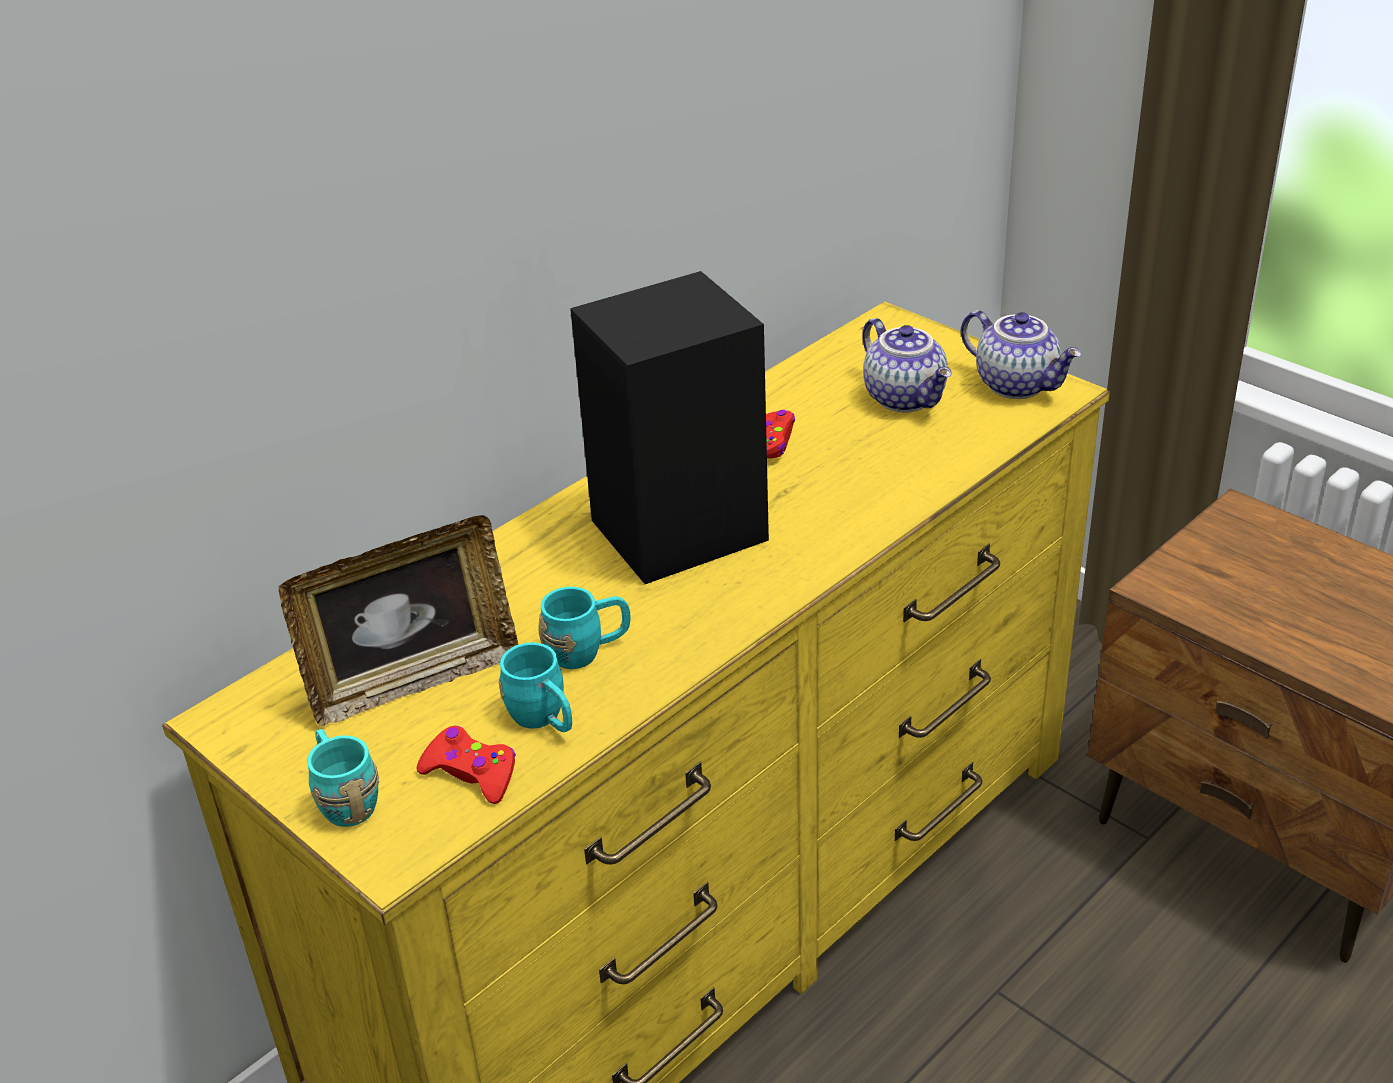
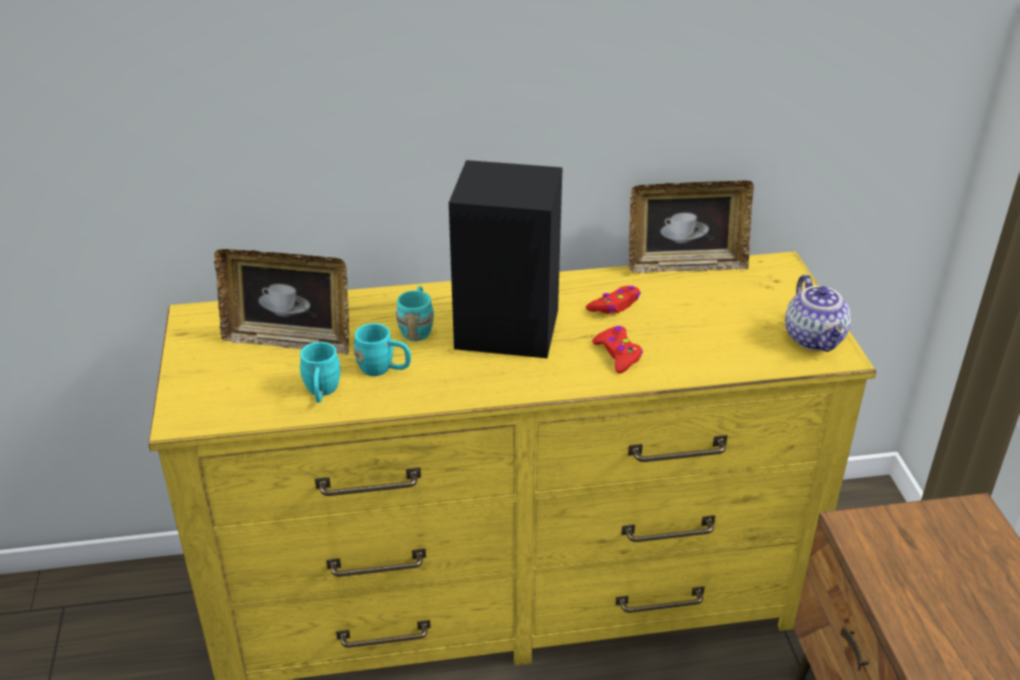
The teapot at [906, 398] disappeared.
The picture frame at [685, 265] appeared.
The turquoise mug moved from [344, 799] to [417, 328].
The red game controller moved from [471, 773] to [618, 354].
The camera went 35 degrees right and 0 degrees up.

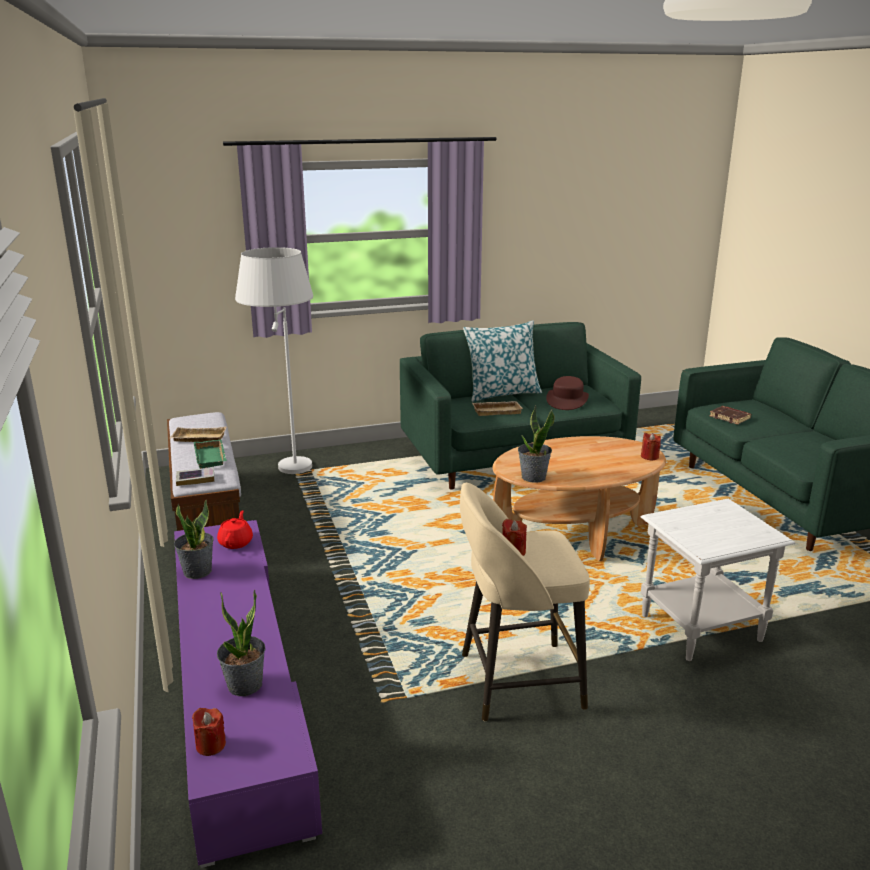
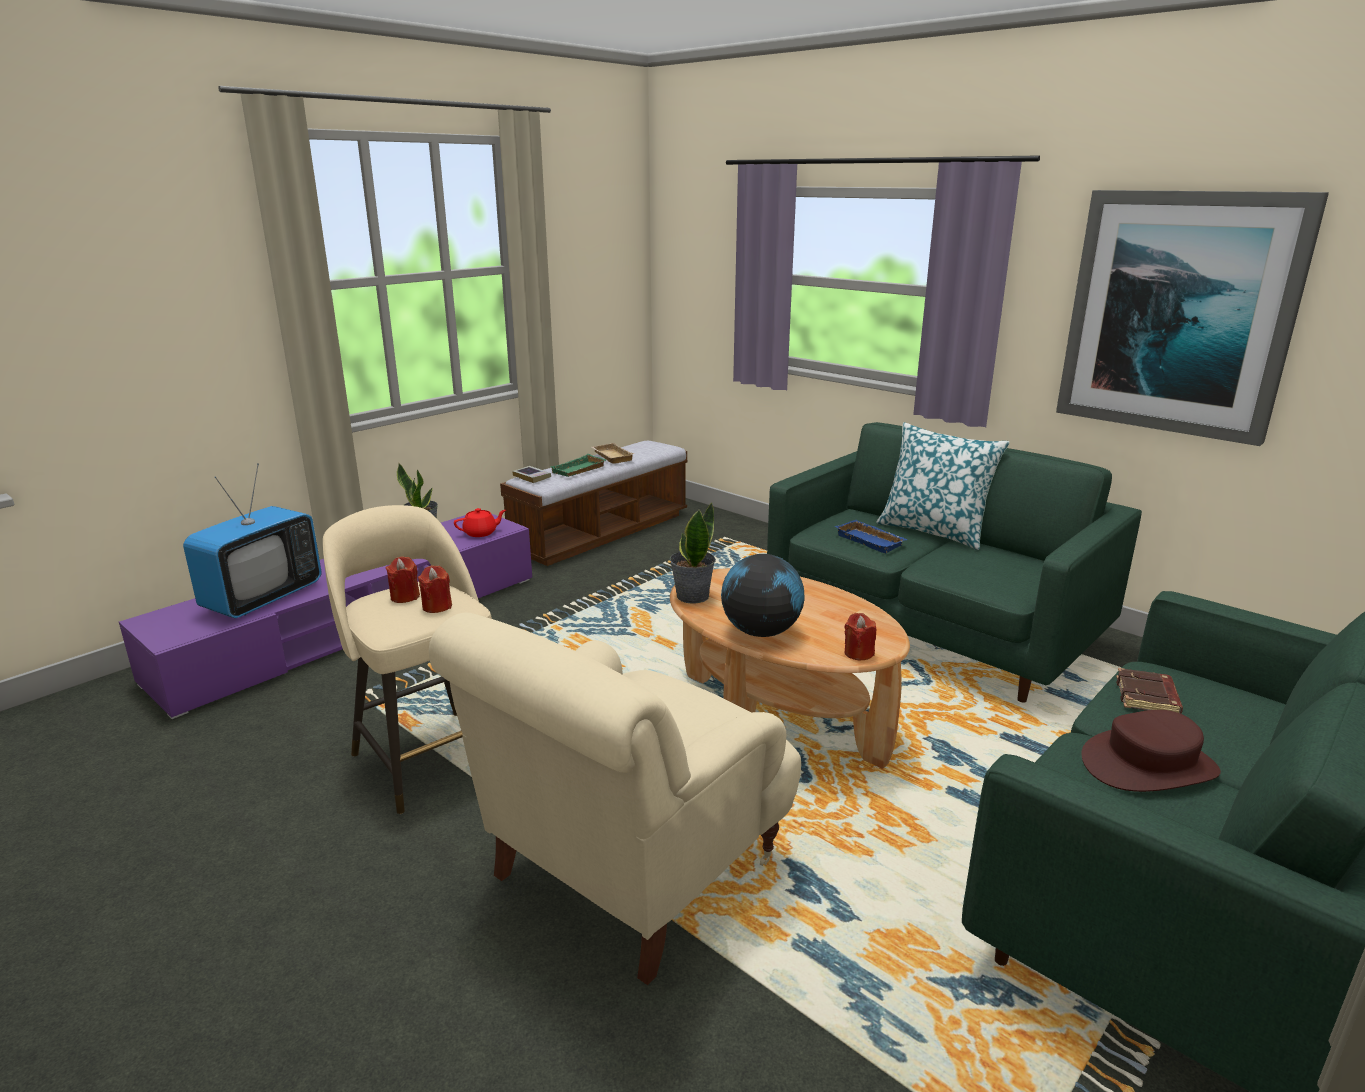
The white floor lamp at [288, 474] disappeared.
The globe at [761, 632] appeared.
The picture at [1179, 313] appeared.
The red candle moved from [210, 745] to [437, 606].
The brown hat moved from [567, 400] to [1149, 765].
The potted plant at [245, 685] was replaced by the television at [263, 598].
The white side table at [700, 628] was replaced by the beige armchair at [630, 872].
The beige tray at [497, 411] became the blue tray at [871, 541].
The camera went 60 degrees right and 0 degrees up.

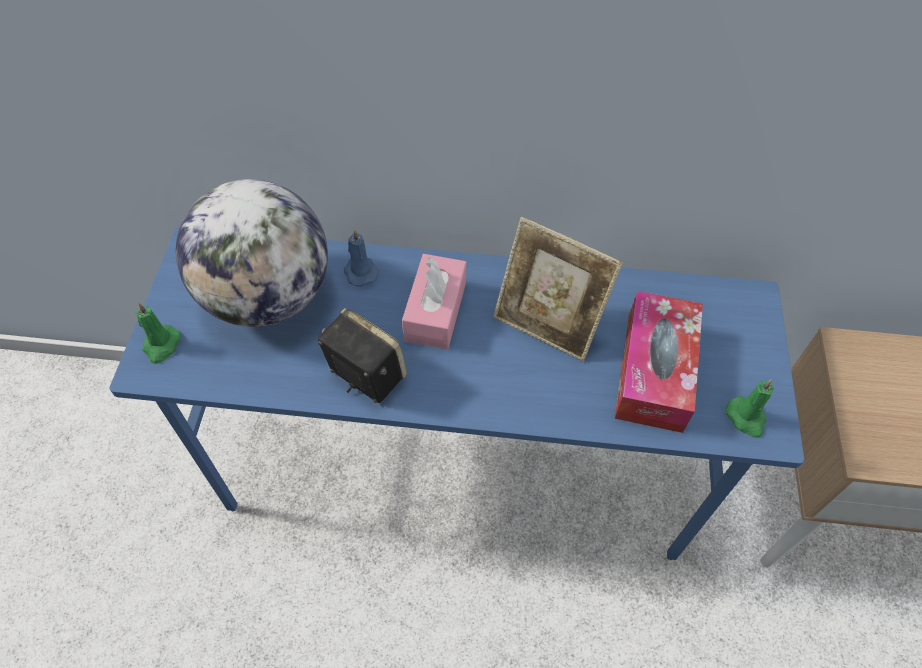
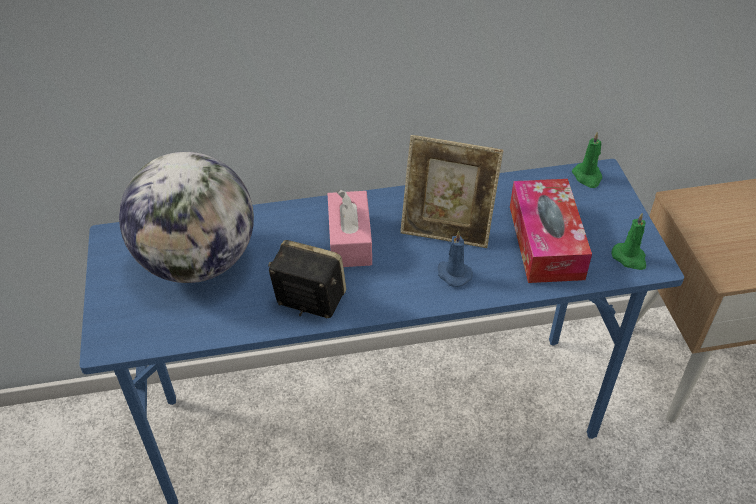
The green candle moved from [161, 345] to [587, 177].
The blue candle moved from [360, 271] to [453, 274].
The camera went 15 degrees left and 10 degrees down.

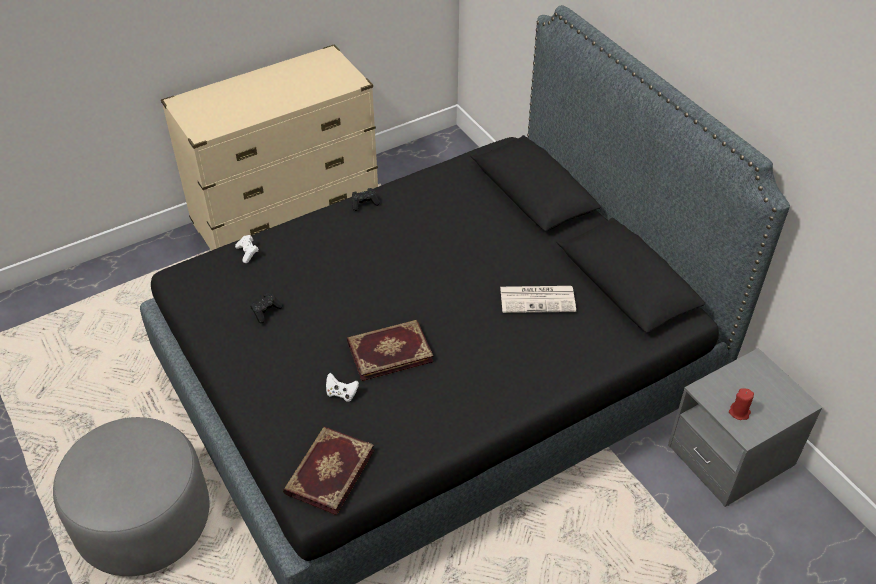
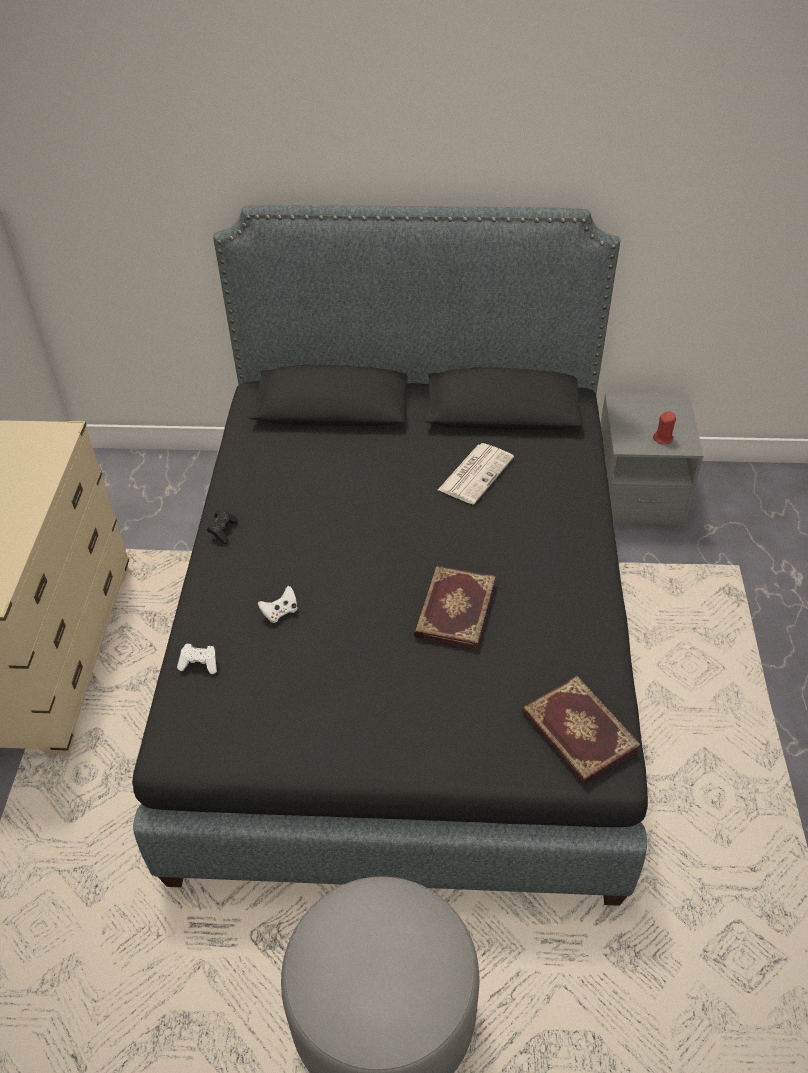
The black game controller at [266, 311] disappeared.
The white game controller moved from [341, 393] to [280, 612].
The camera went 55 degrees left and 0 degrees up.

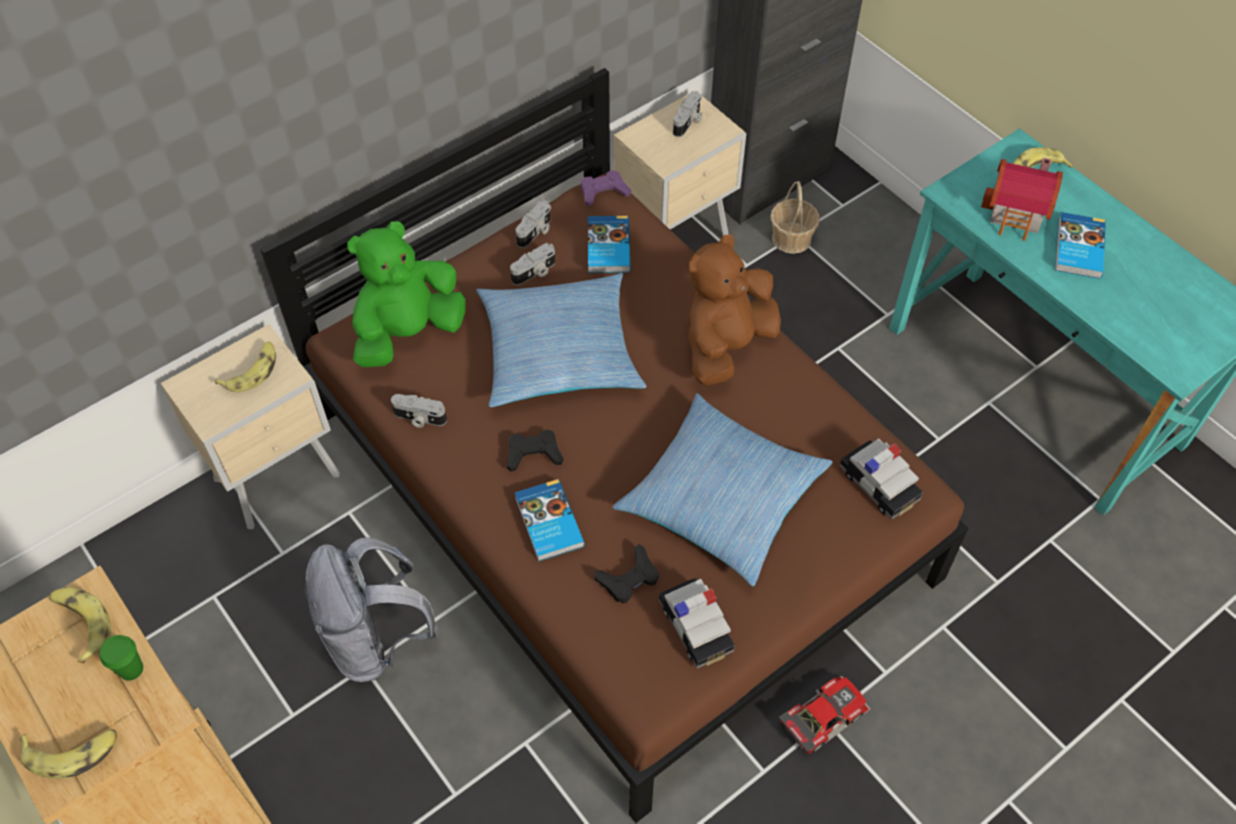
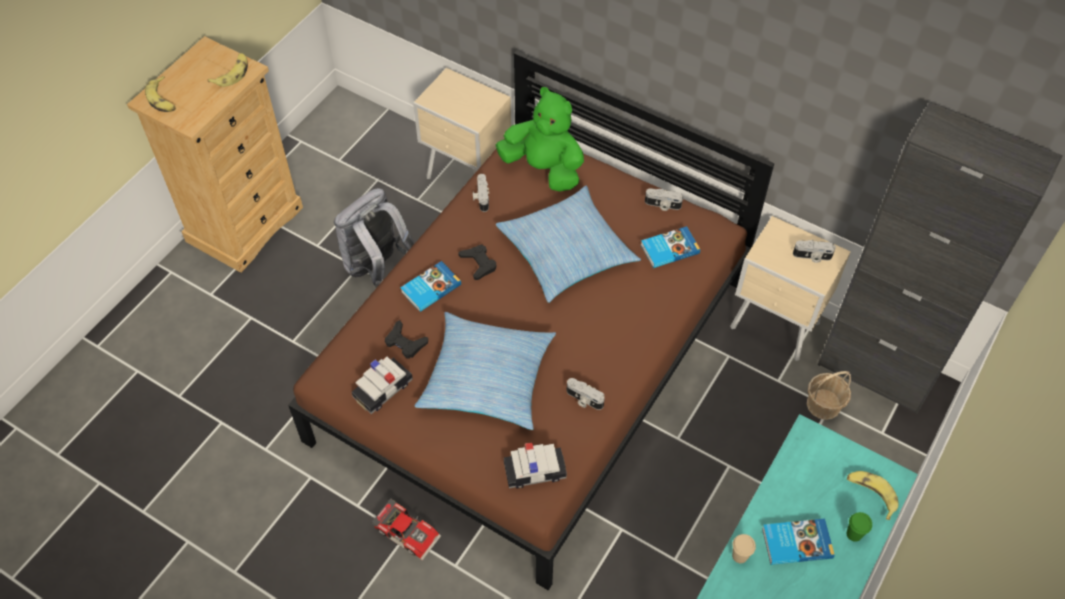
The banana at [252, 371] disappeared.
The purple game controller at [603, 192] disappeared.
The brown plush toy at [726, 346] disappeared.
The toy house at [1018, 214] disappeared.
The beige cup at [739, 556] appeared.
The green cup moved from [131, 669] to [854, 534].
The photo camera moved from [535, 273] to [583, 399].
The toy car at [879, 485] turned 135 degrees counterclockwise.
The camera went 70 degrees right and 0 degrees up.

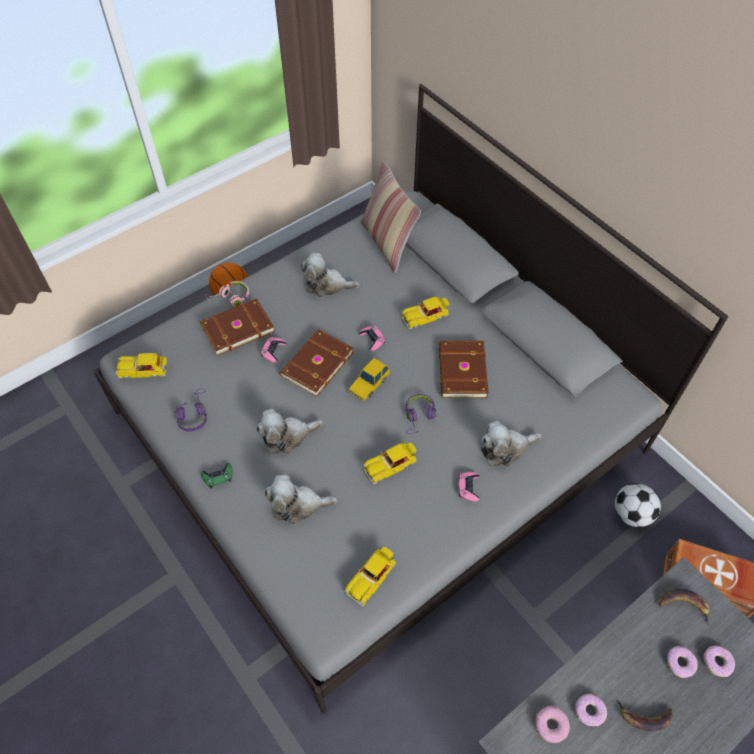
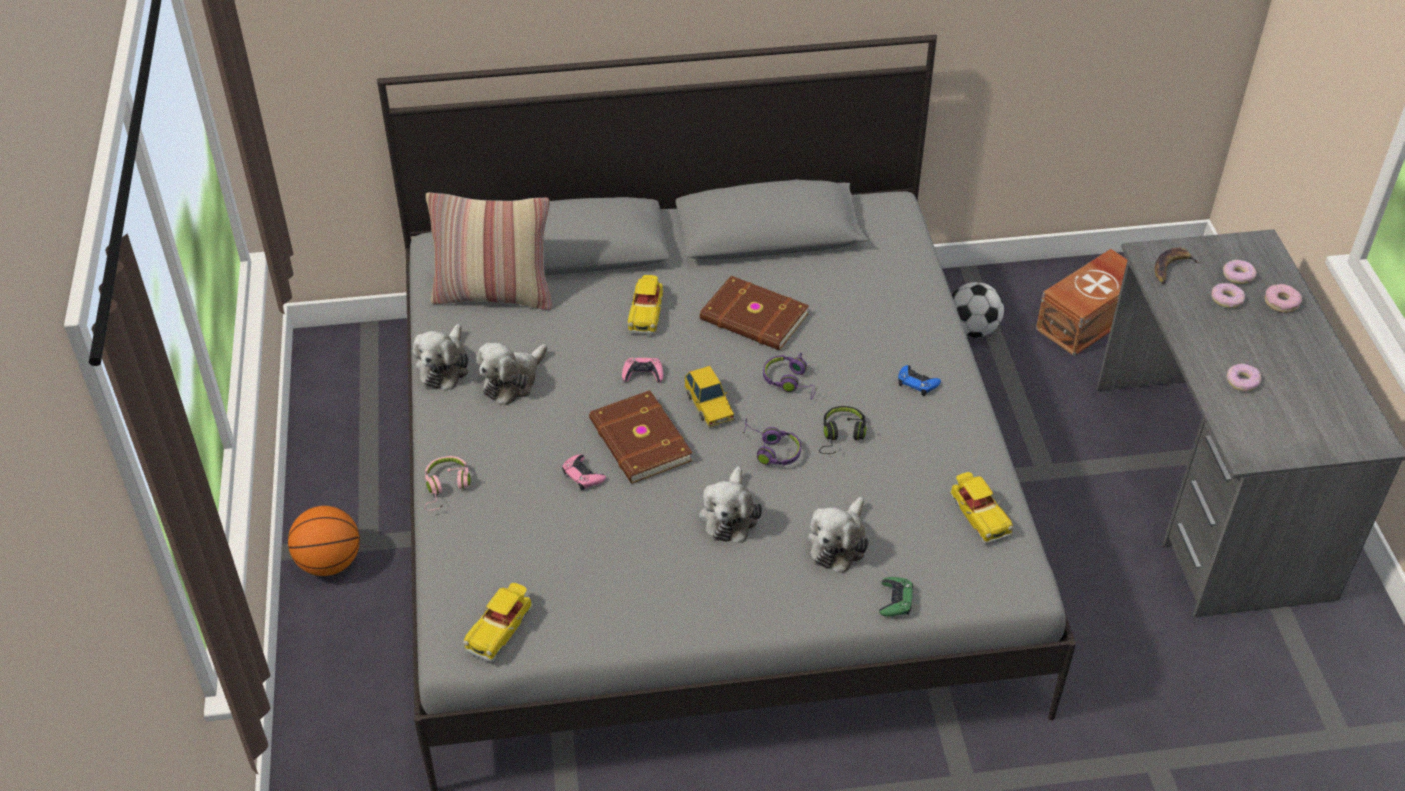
The brown book at [236, 328] disappeared.
The banana at [644, 717] disappeared.
The purple headphones moved from [194, 414] to [770, 450].
The green game controller moved from [218, 477] to [895, 600].
The plush toy moved from [505, 449] to [444, 366].
The donut moved from [551, 725] to [1281, 302].
The toy car at [390, 465] was replaced by the black headphones at [841, 436].
The pink game controller at [468, 488] became the blue game controller at [917, 383].
The camera went 60 degrees left and 10 degrees down.

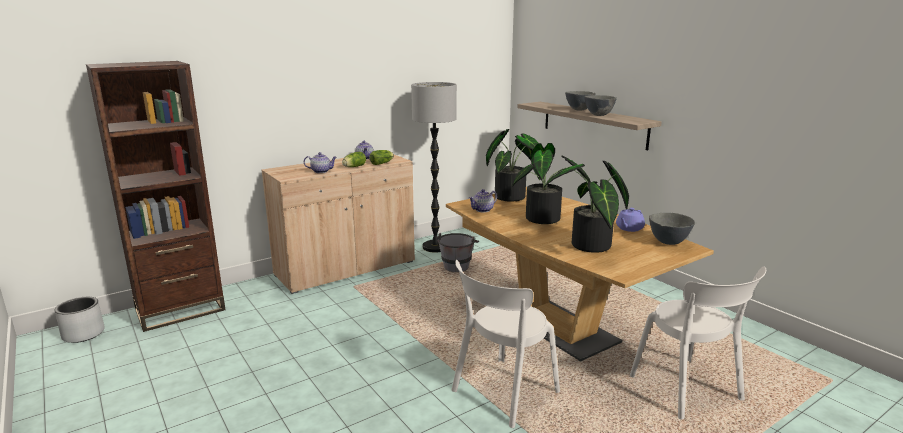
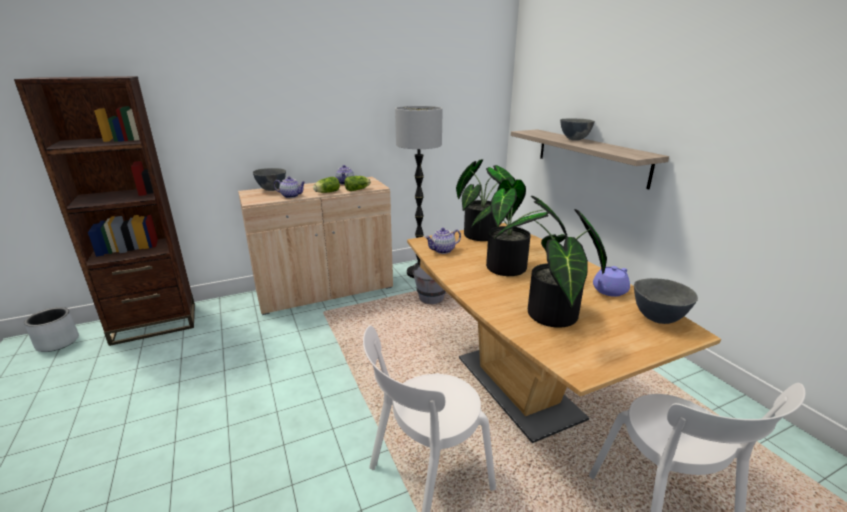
The grey bowl moved from [599, 115] to [272, 189].
The camera went 10 degrees right and 5 degrees up.

